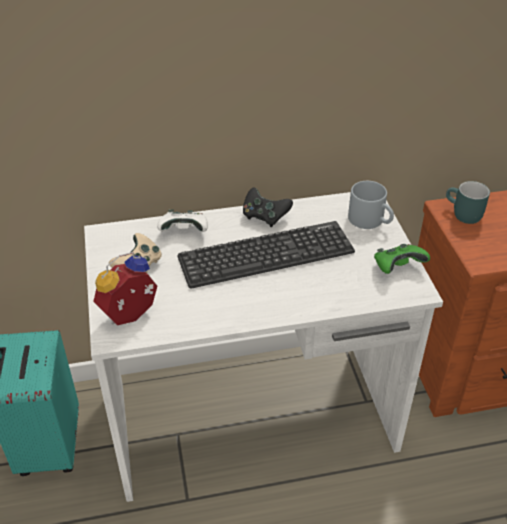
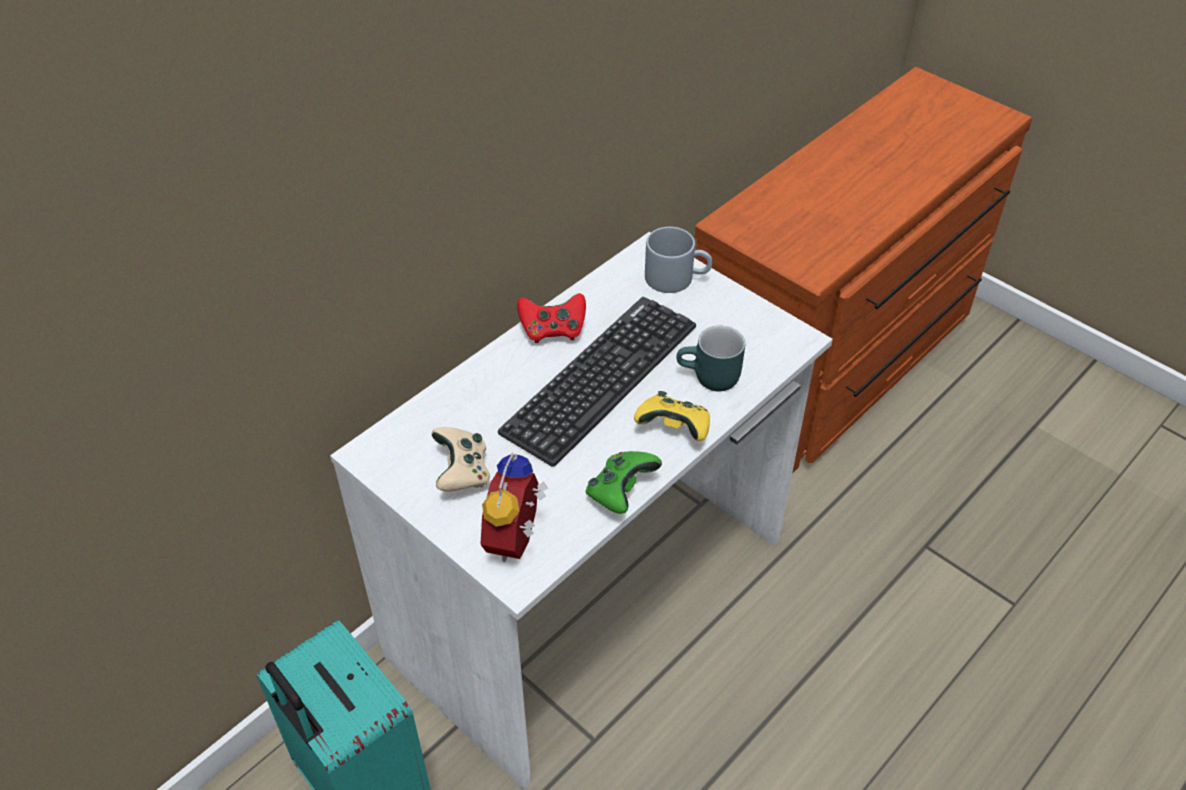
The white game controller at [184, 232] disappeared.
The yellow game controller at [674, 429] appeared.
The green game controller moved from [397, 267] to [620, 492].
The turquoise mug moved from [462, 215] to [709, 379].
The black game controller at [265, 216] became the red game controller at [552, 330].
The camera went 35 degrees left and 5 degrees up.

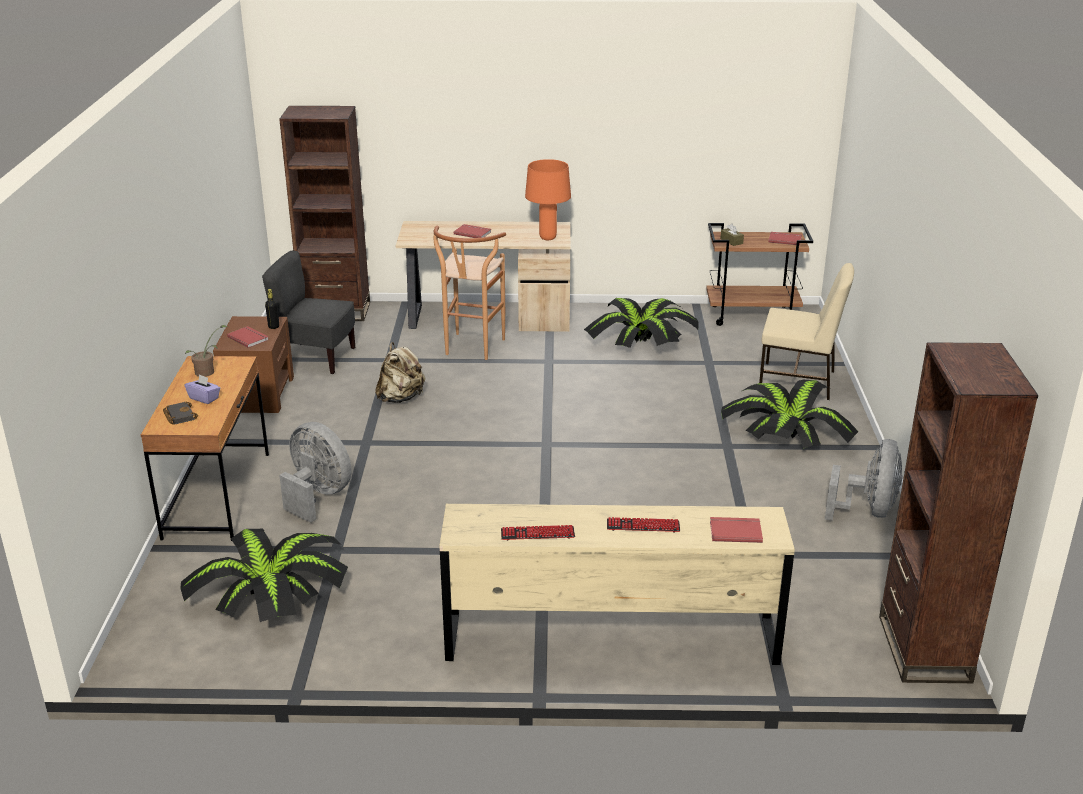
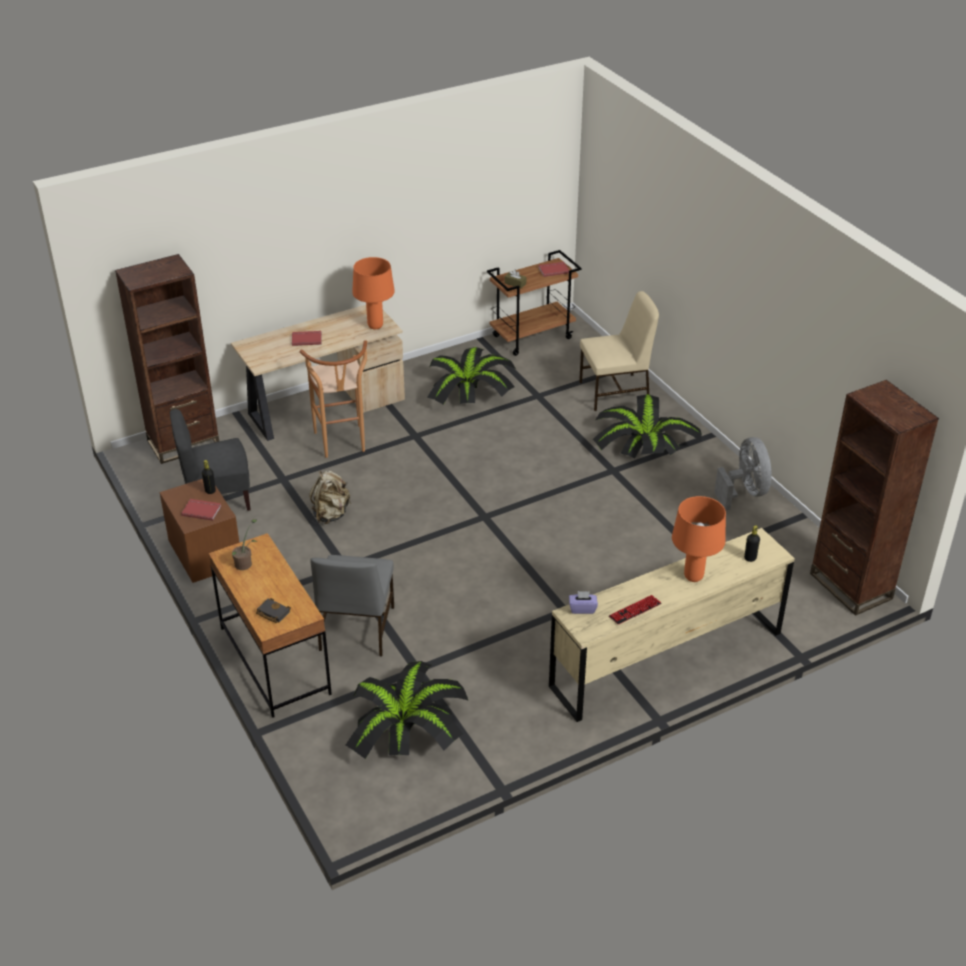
The purple tissue box moved from [204, 398] to [582, 609].
The grey fan at [318, 496] was replaced by the grey chair at [356, 629].
The keyboard at [643, 526] was replaced by the orange table lamp at [693, 577].
The red book at [735, 531] was replaced by the black bottle at [750, 558].
The camera went 30 degrees left and 10 degrees up.

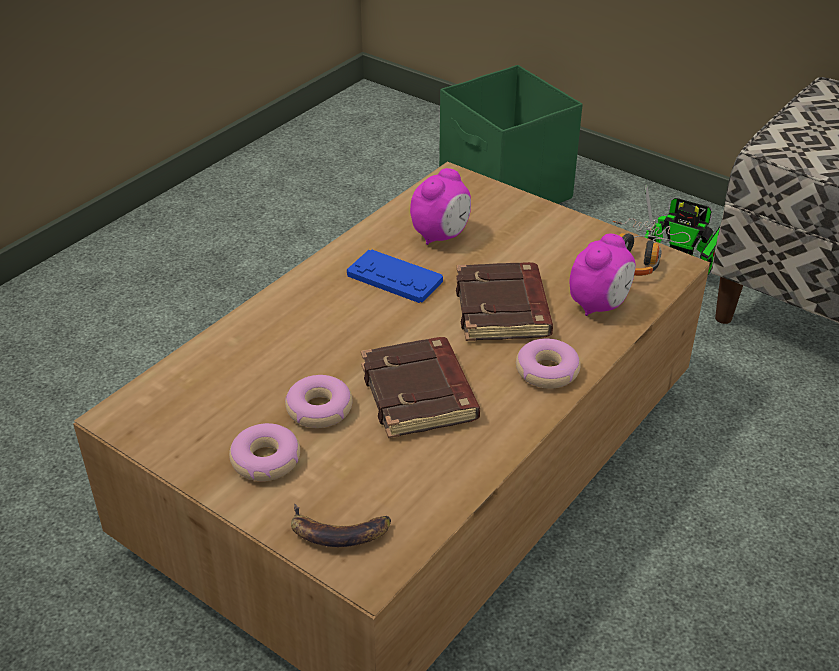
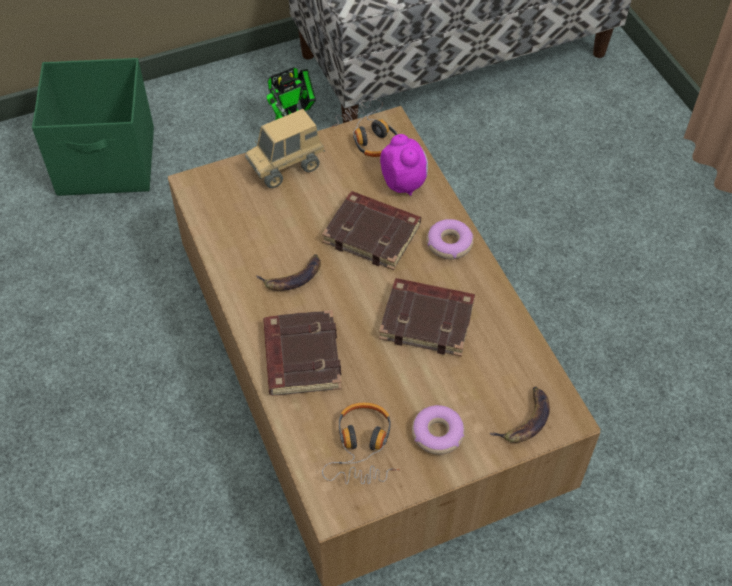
The donut at [319, 409] disappeared.
The alarm clock at [441, 235] disappeared.
The toy truck at [286, 167] appeared.
The brown book at [300, 356] appeared.
The headphones at [362, 449] appeared.
The blue game controller at [394, 278] was replaced by the banana at [293, 277].
The camera went 60 degrees left and 15 degrees up.

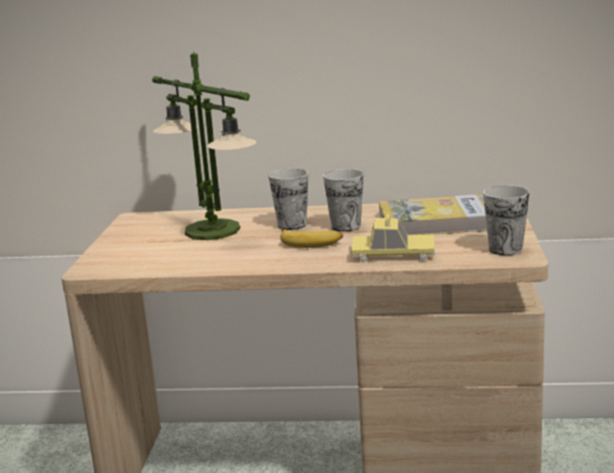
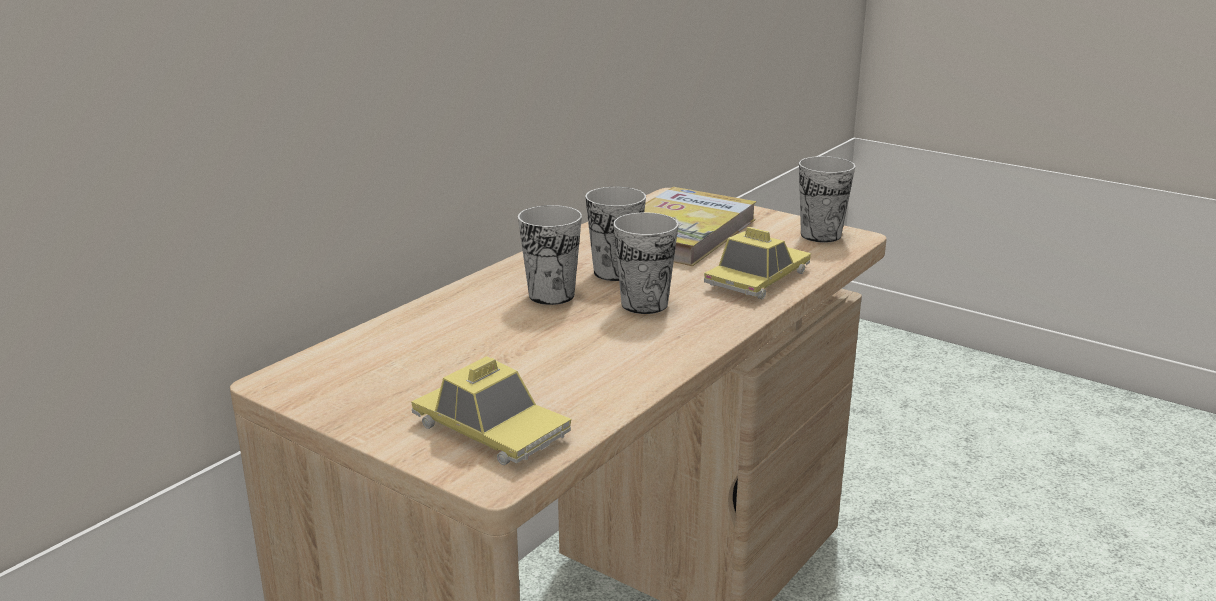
The table lamp at [211, 230] disappeared.
The toy car at [490, 430] appeared.
The banana at [311, 243] was replaced by the cup at [644, 304].
The camera went 60 degrees left and 5 degrees up.

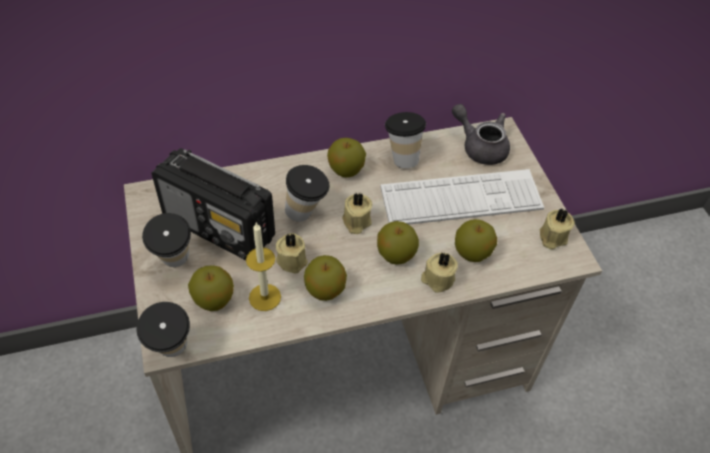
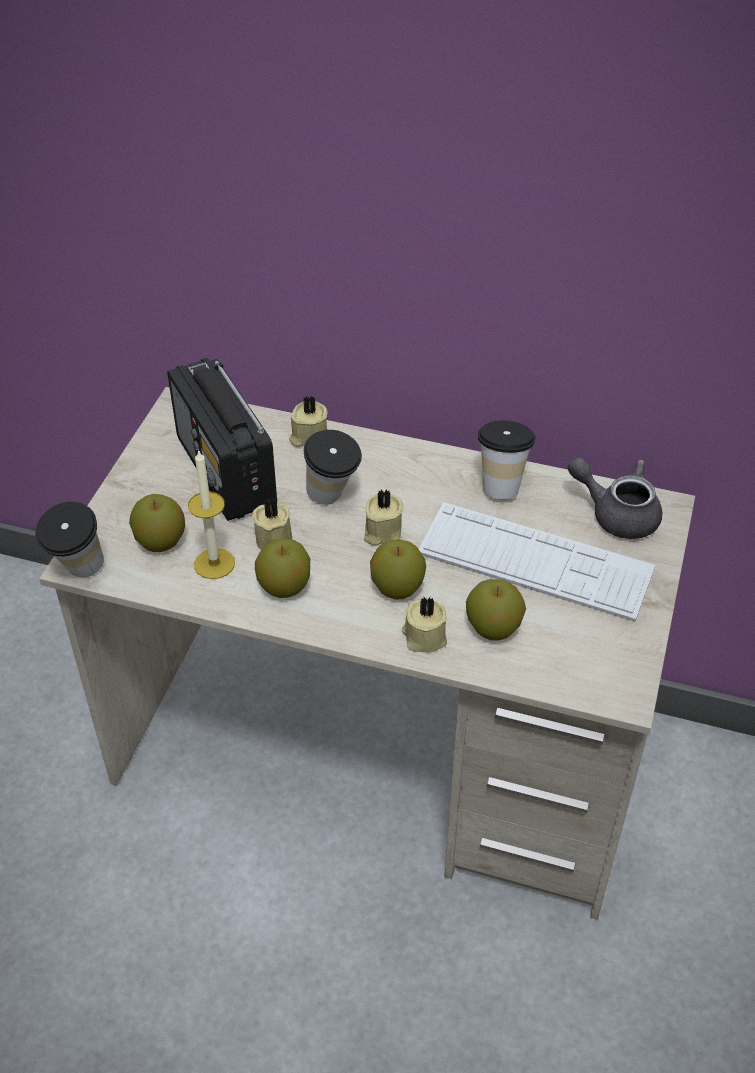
The cup at [175, 264] disappeared.
The apple at [346, 170] disappeared.
The beige candle moved from [552, 237] to [308, 437].
The grey teapot at [480, 146] turned 45 degrees counterclockwise.
The camera went 35 degrees right and 5 degrees down.

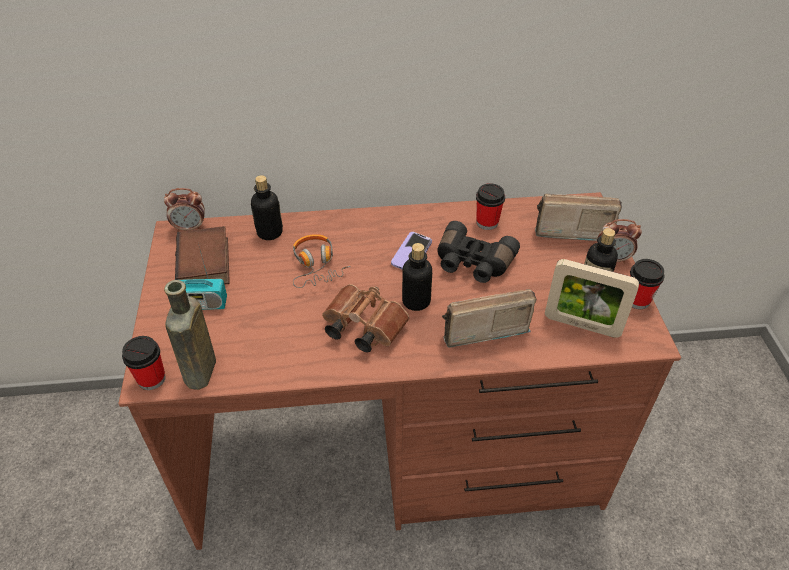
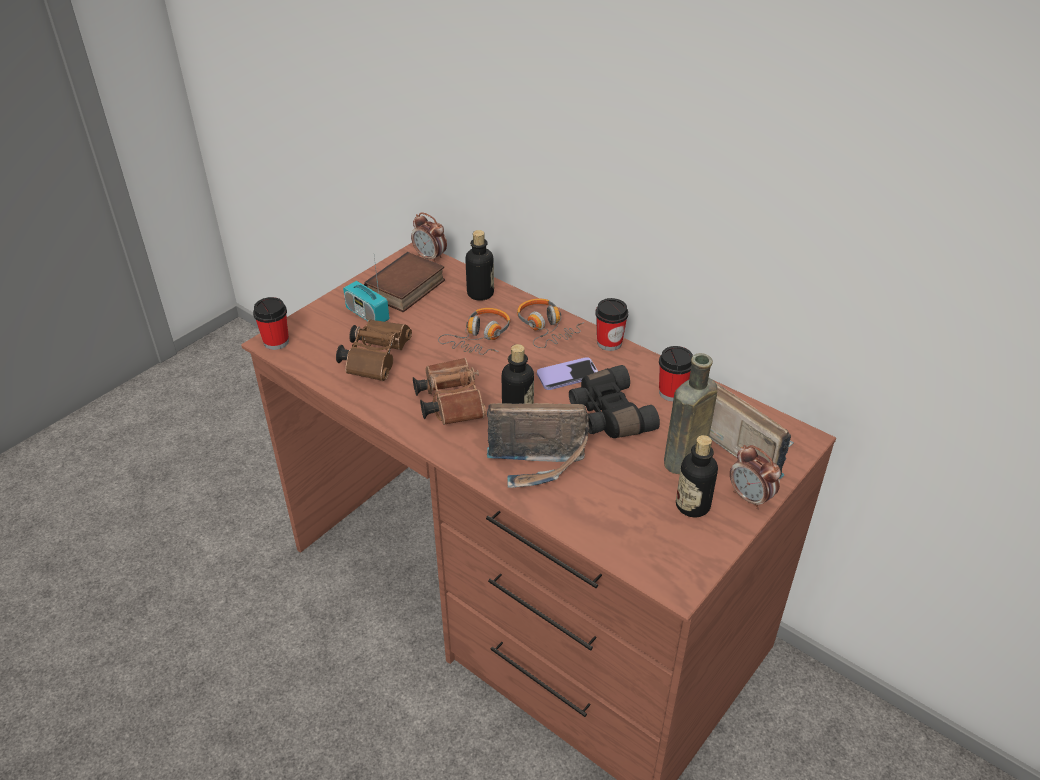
The picture frame at [582, 325] disappeared.
The brown binoculars at [377, 359] appeared.
The headphones at [545, 329] appeared.
The brown bottle moved from [200, 374] to [682, 462].
The cup moved from [637, 300] to [609, 343].
The radio at [479, 327] turned 150 degrees clockwise.
The camera went 45 degrees right and 5 degrees down.

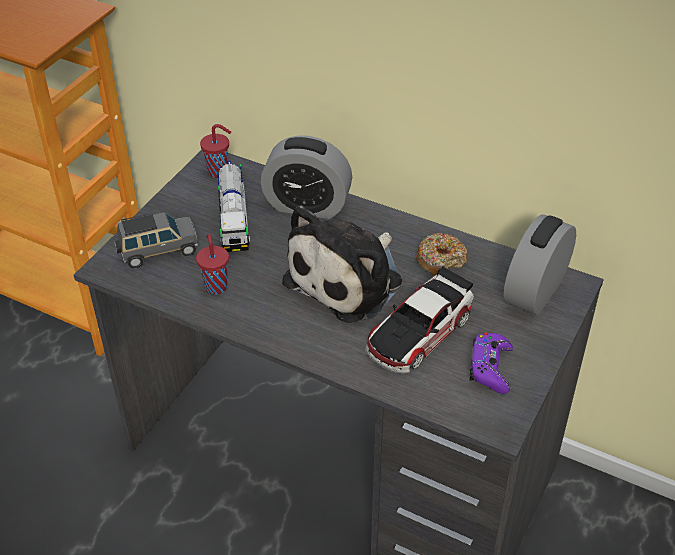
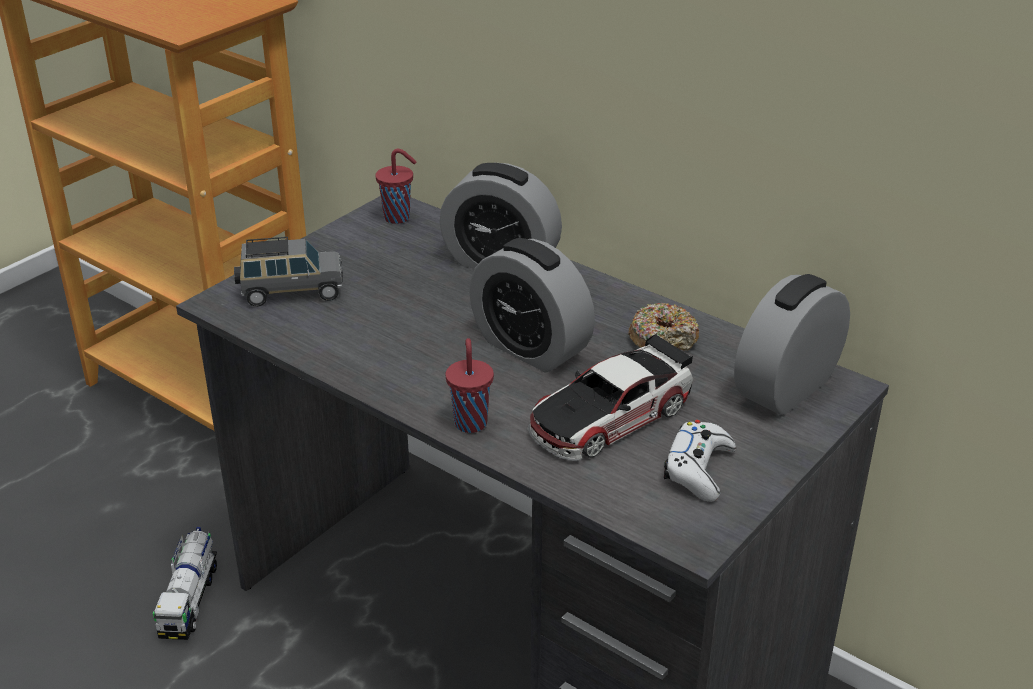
The red cup moved from [215, 286] to [470, 422].
The toy truck moved from [234, 221] to [190, 600].
The plush toy at [349, 279] was replaced by the alarm clock at [530, 348].
The purple game controller at [490, 368] became the white game controller at [698, 469].
The camera went 10 degrees right and 10 degrees down.

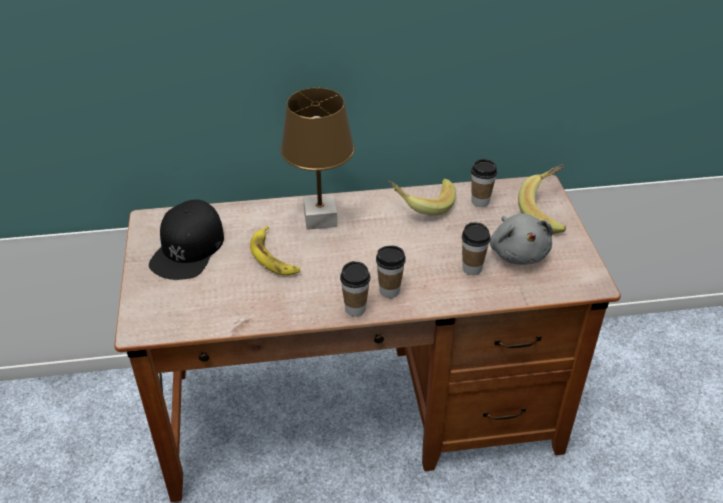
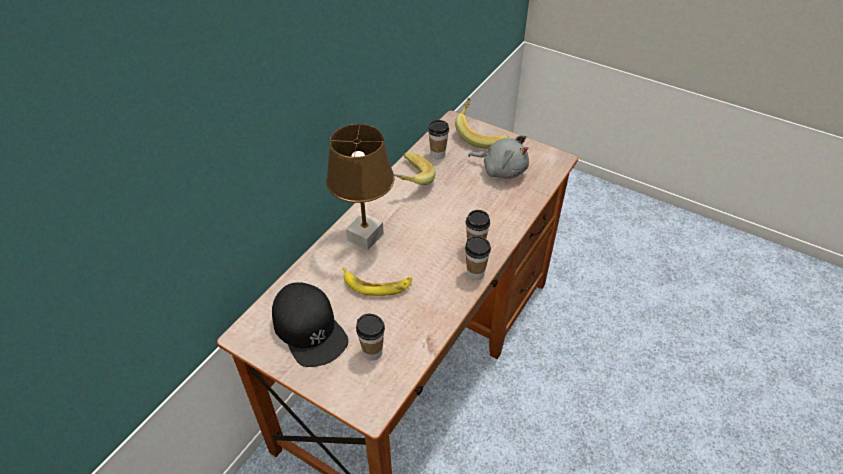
The cup moved from [472, 268] to [372, 352].
The camera went 50 degrees left and 5 degrees up.

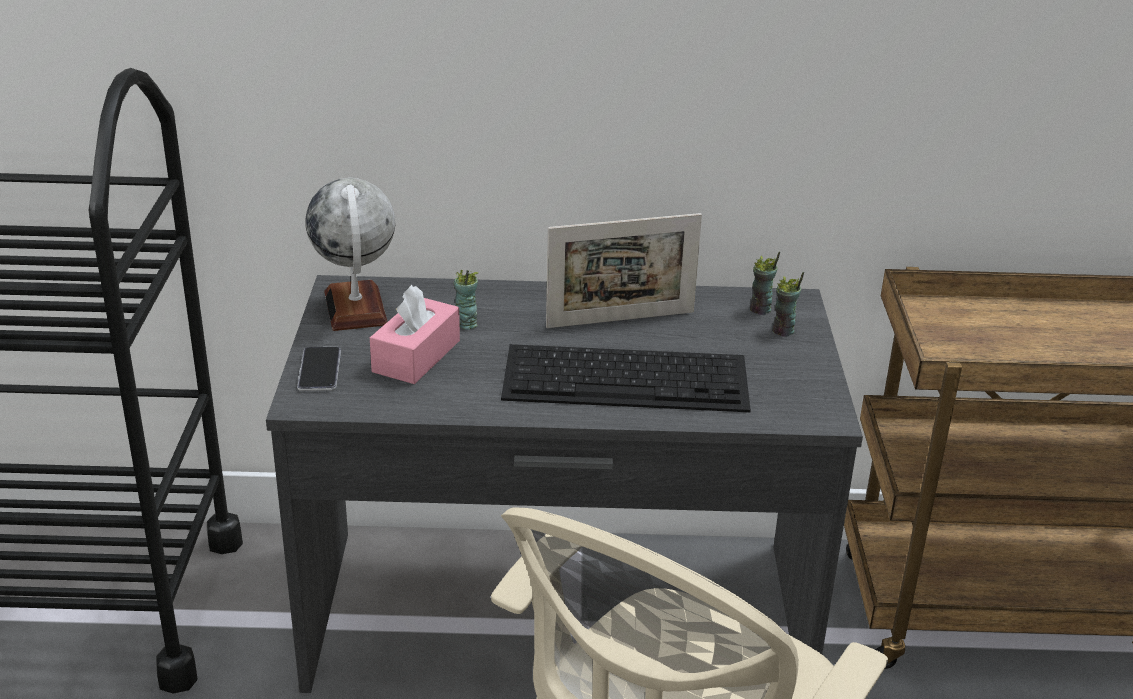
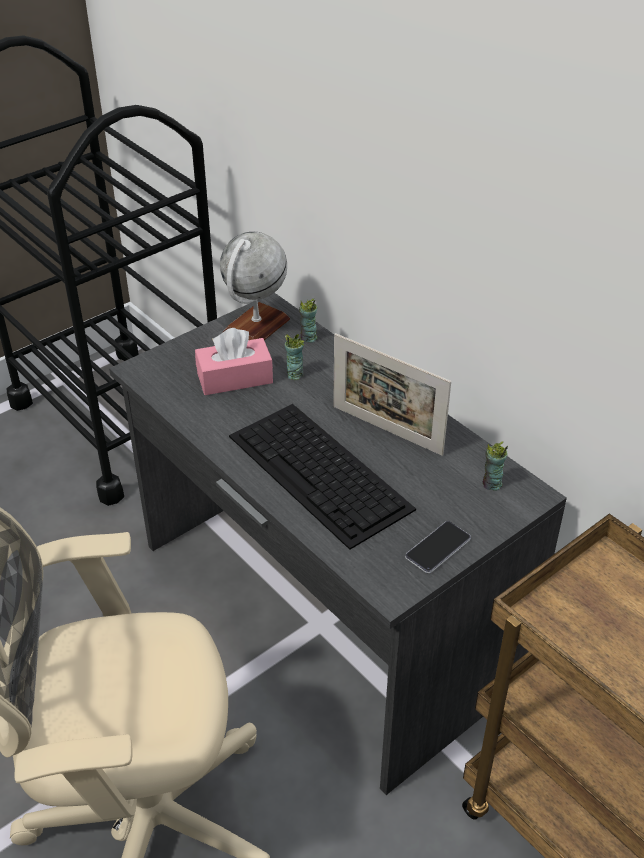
The phone moved from [319, 370] to [438, 548].
The cup moved from [783, 331] to [308, 338].
The camera went 50 degrees right and 10 degrees up.

